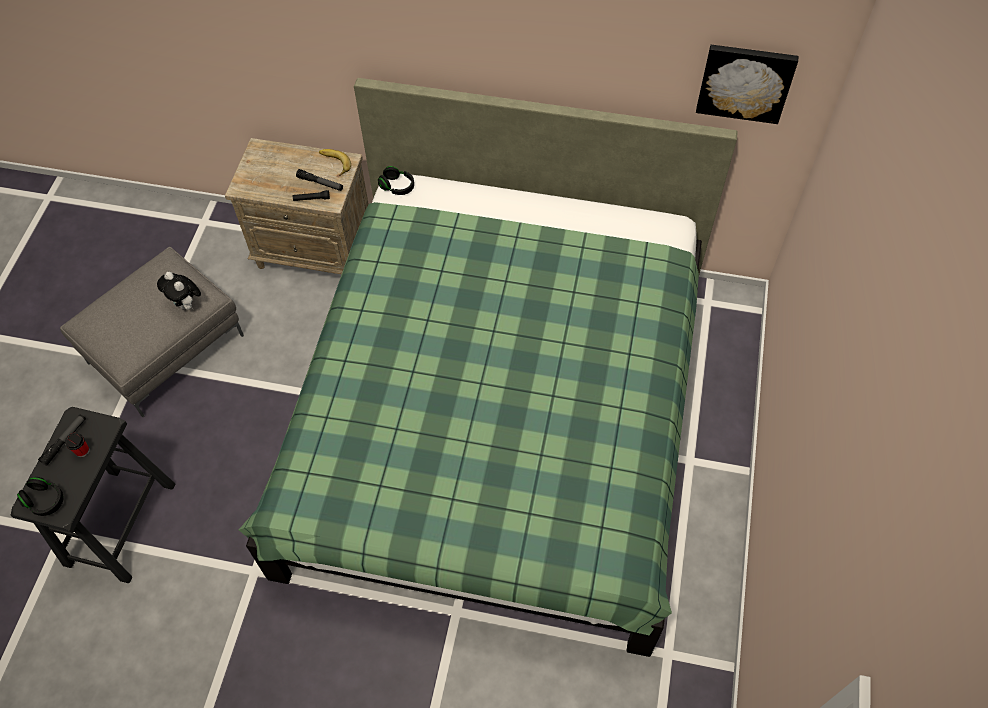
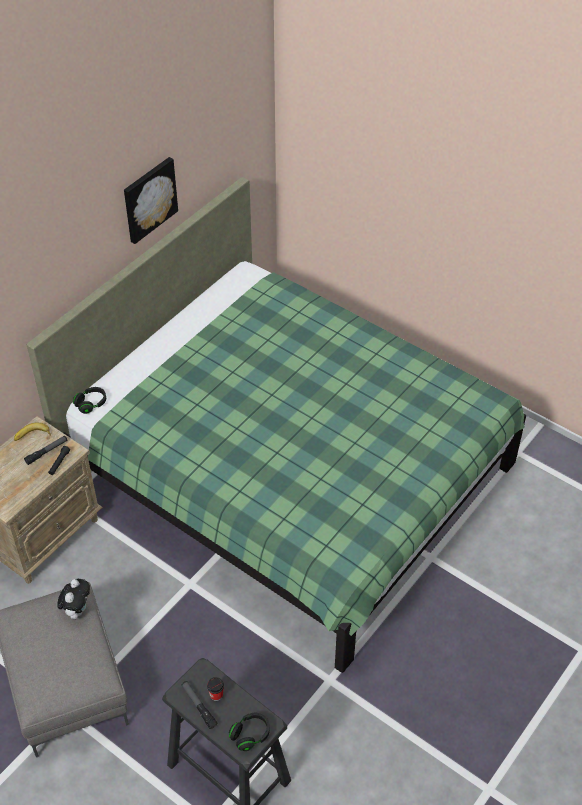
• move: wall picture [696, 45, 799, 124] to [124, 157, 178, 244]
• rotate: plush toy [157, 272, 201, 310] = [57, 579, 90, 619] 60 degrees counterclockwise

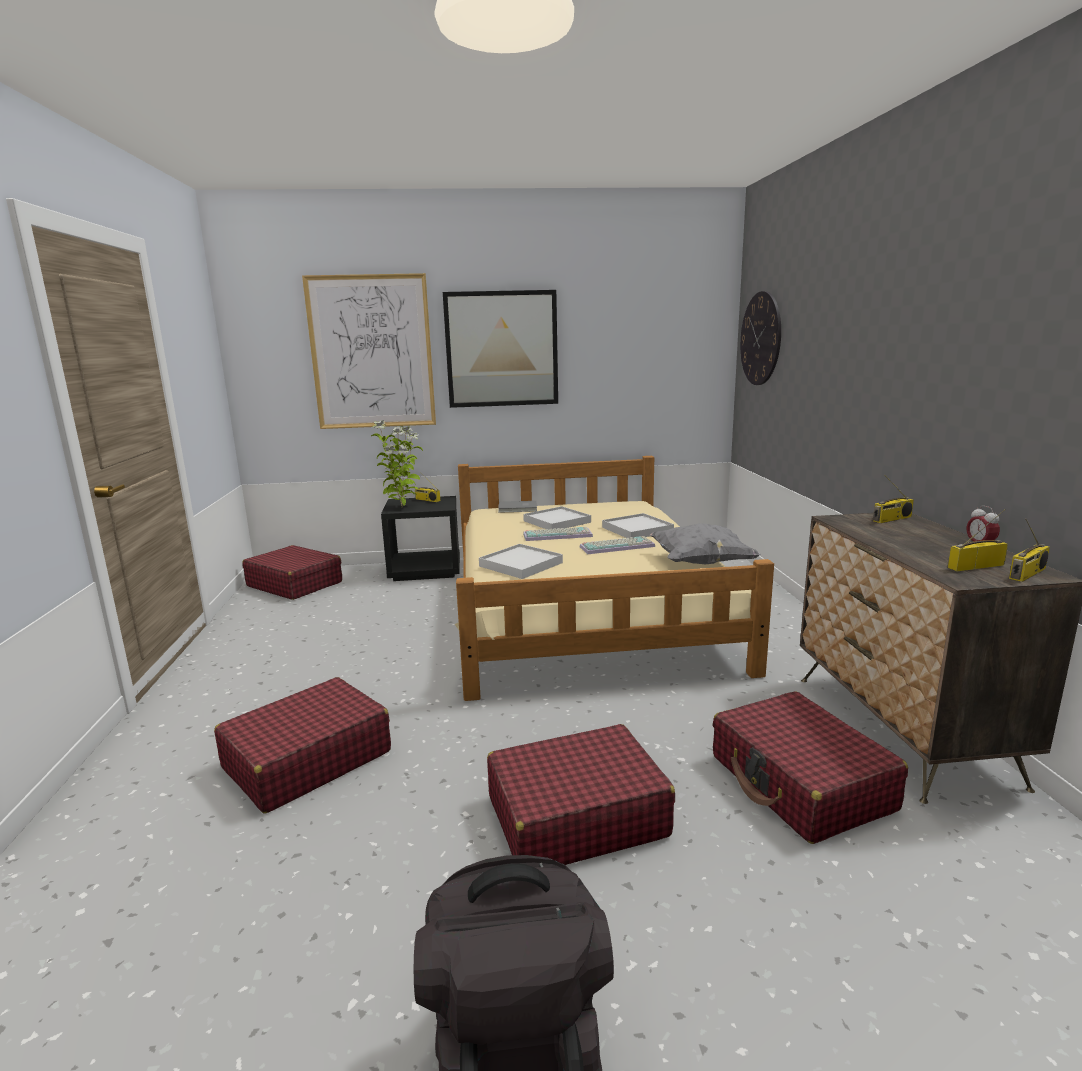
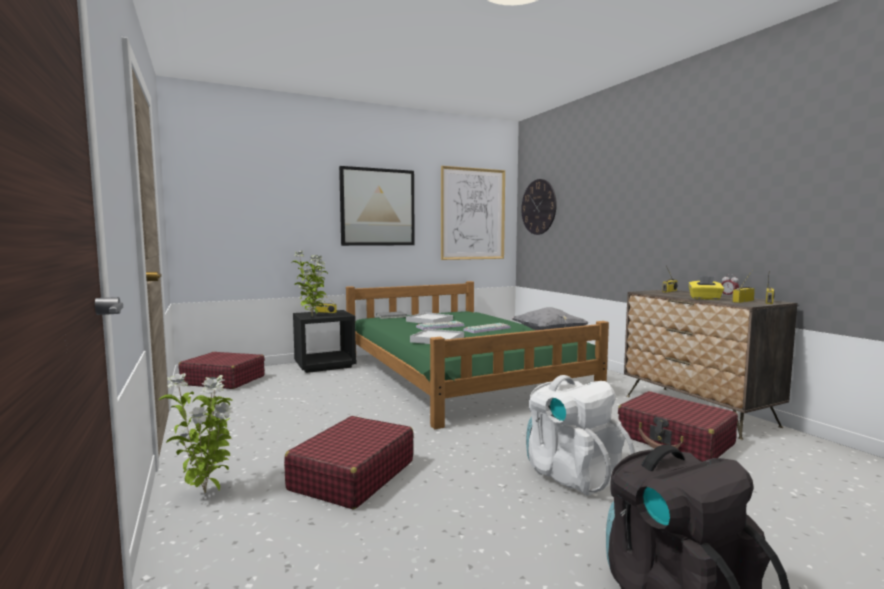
• delete: white carrying tray [602, 513, 674, 538]
• insert: potted plant [159, 373, 233, 493]
• insert: yellowish tissue holder [688, 276, 724, 300]
• move: wall picture [302, 273, 436, 429] to [441, 166, 505, 260]
• replace: reddish suitcase [487, 724, 675, 865] to white backpack [526, 375, 635, 496]
• recolor: beige sleeping bed [455, 456, 774, 701] to greenish sleeping bed [346, 281, 609, 429]

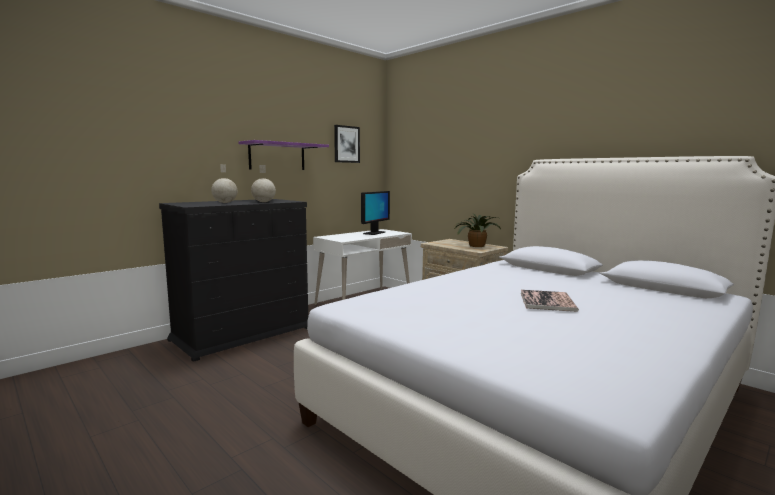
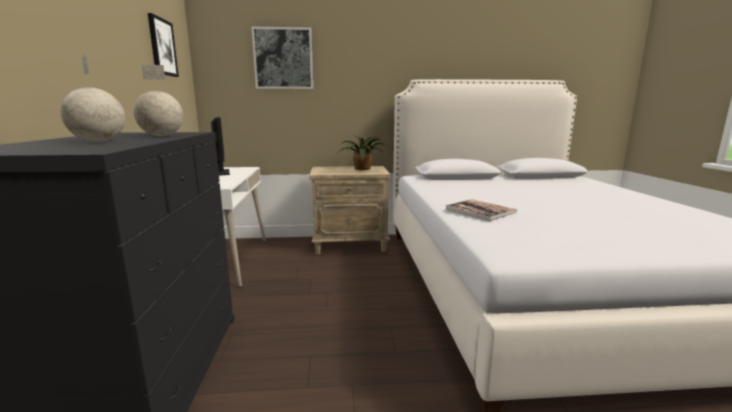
• delete: purplish bracket shelf [238, 140, 329, 170]
• insert: wall picture [251, 27, 313, 89]
• move: bound book [521, 290, 579, 312] to [446, 199, 517, 221]

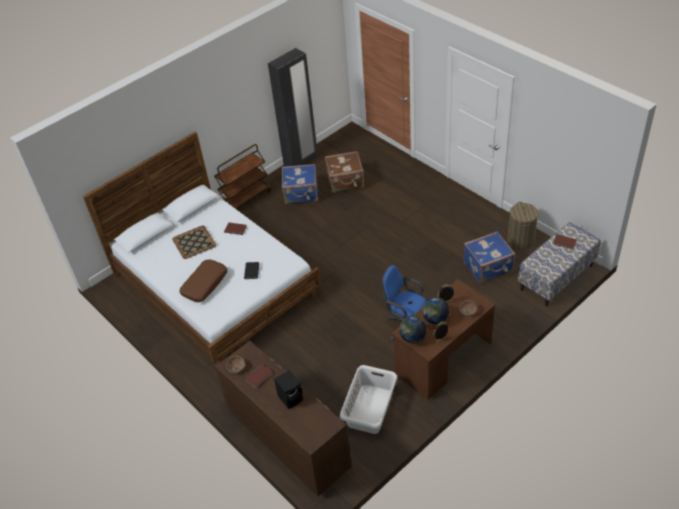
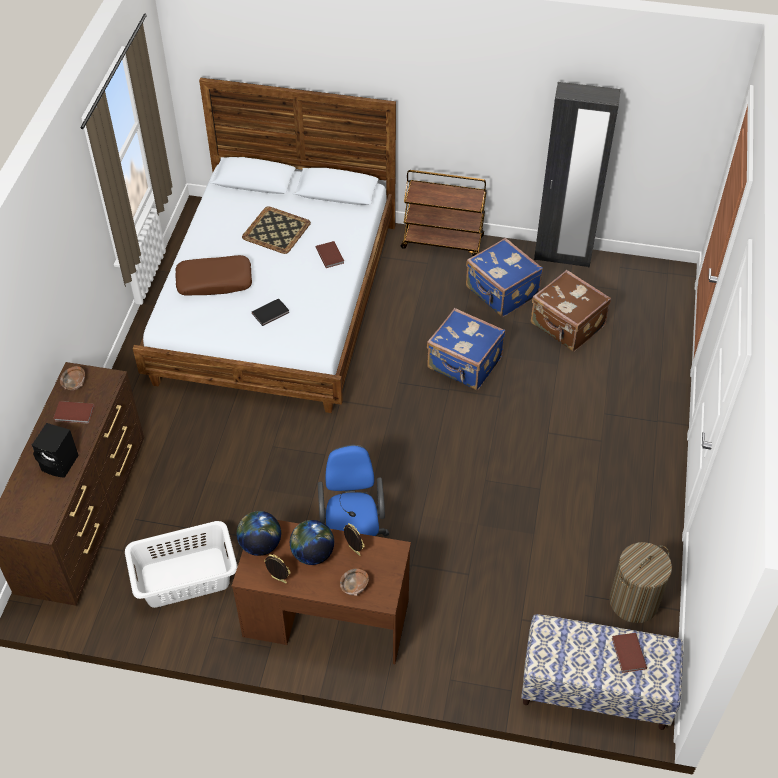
• move: blue-coloured suitcase [464, 231, 515, 283] to [427, 308, 506, 390]

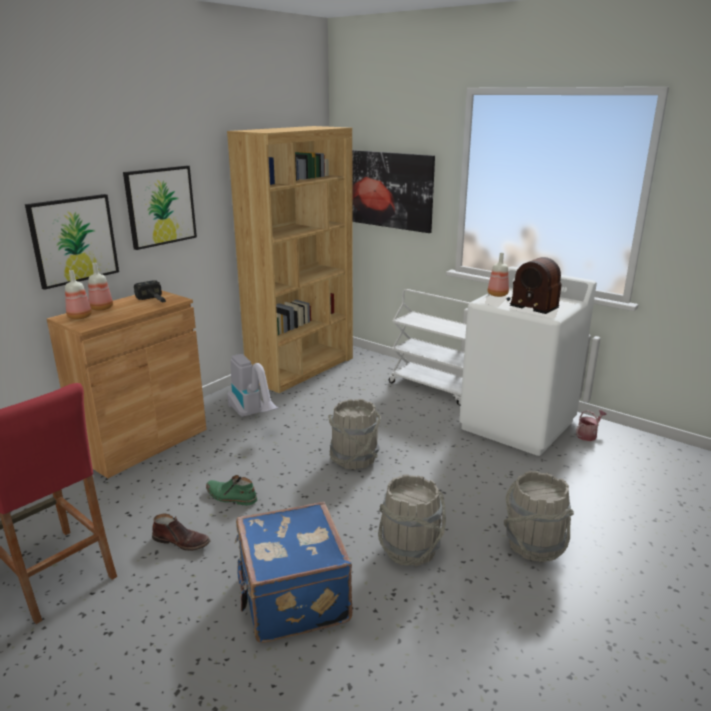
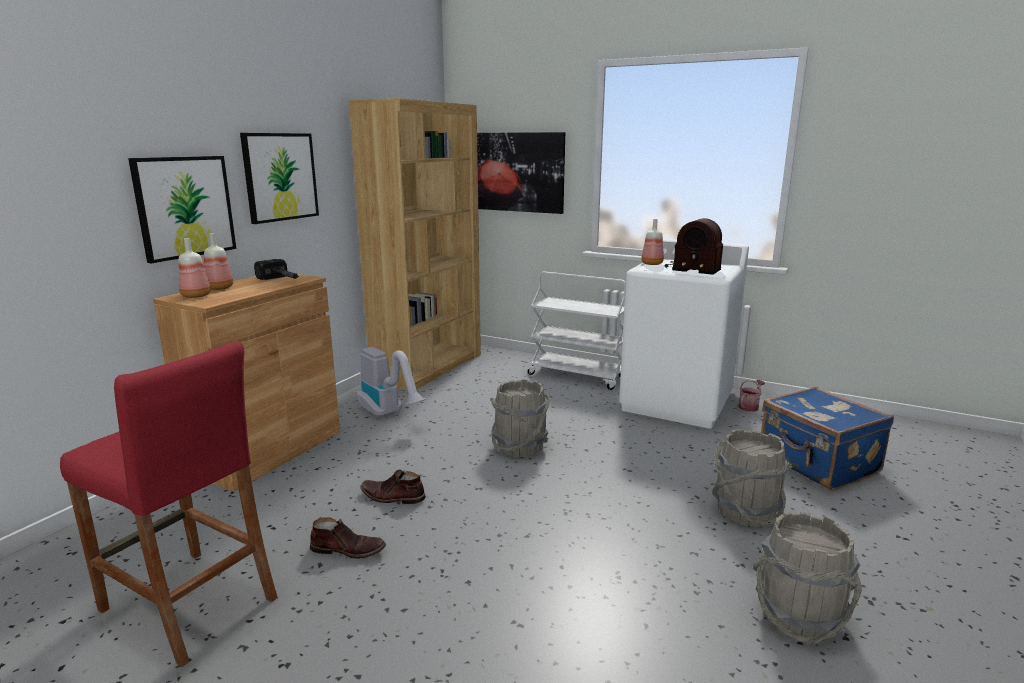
• move: blue-coloured suitcase [235, 502, 353, 643] to [761, 387, 894, 491]
• move: grey bucket [378, 474, 446, 566] to [753, 512, 862, 644]
• recolor: greenish tall boot [206, 475, 257, 505] to brownish tall boot [361, 469, 426, 504]

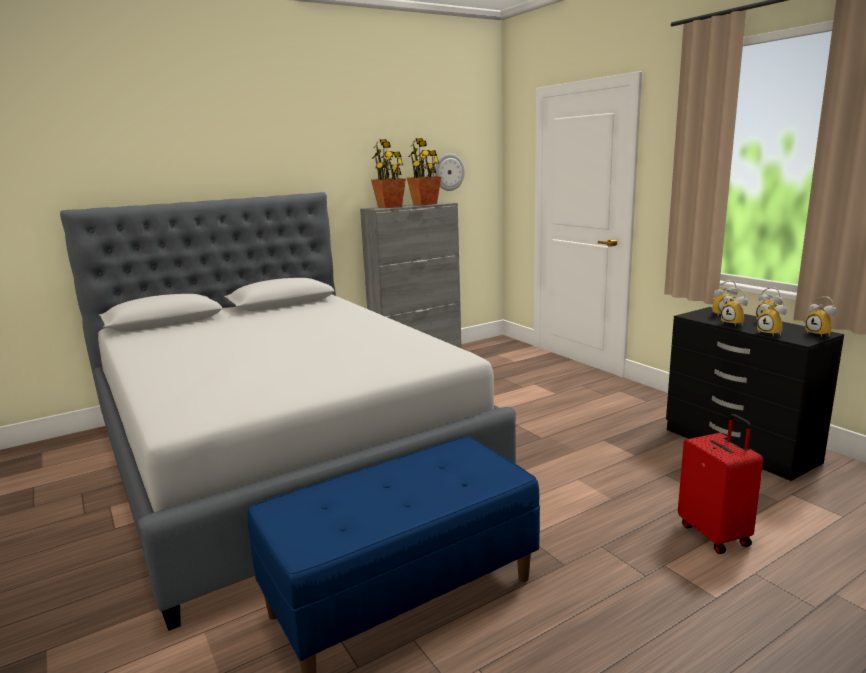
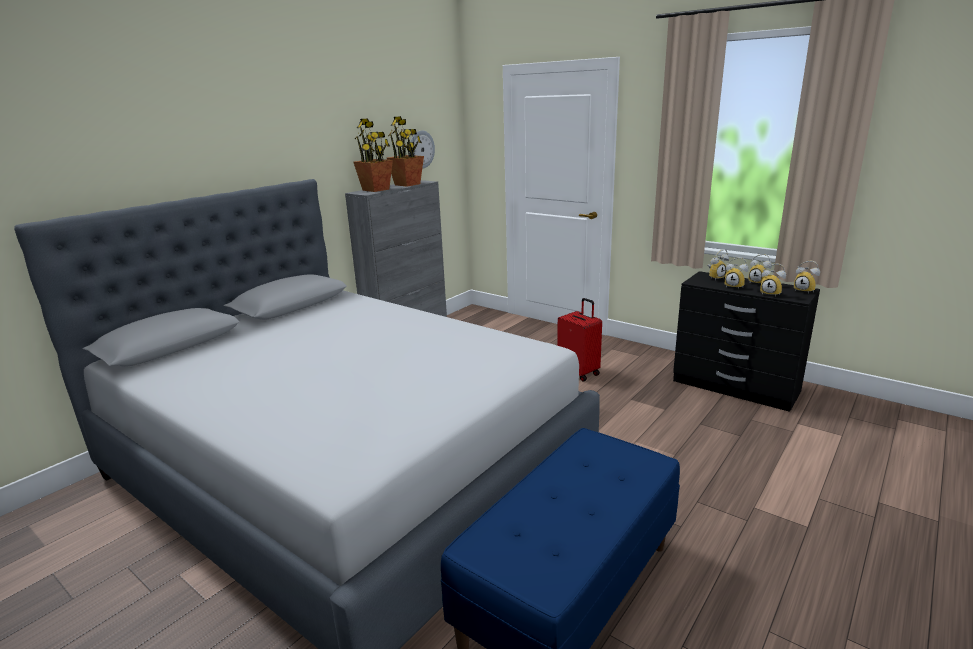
• move: reddish suitcase [678, 414, 763, 554] to [557, 298, 602, 381]

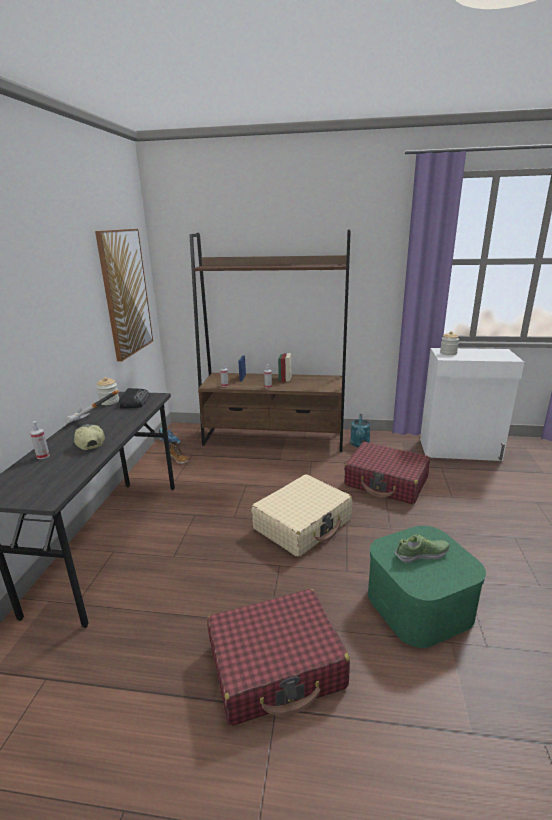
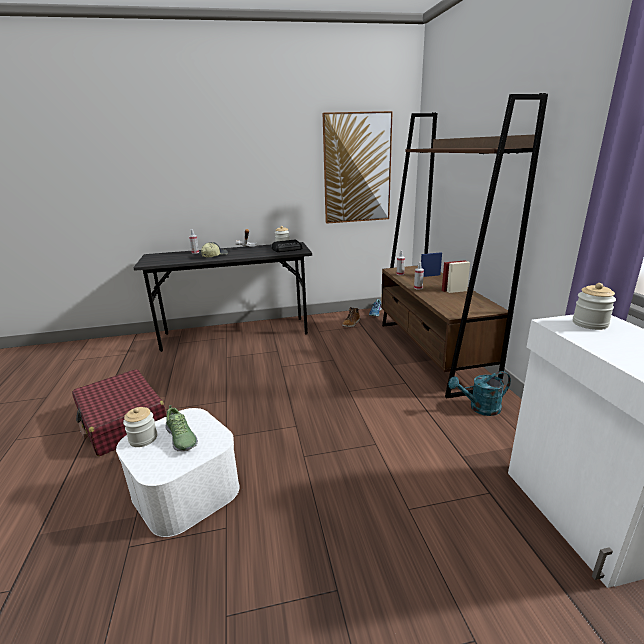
• delete: beige suitcase [252, 474, 352, 557]
• delete: reddish suitcase [344, 442, 430, 504]
• insert: storage jar [123, 407, 157, 447]
• recolor: greenish storage box [368, 526, 486, 648] to white storage box [116, 408, 240, 537]

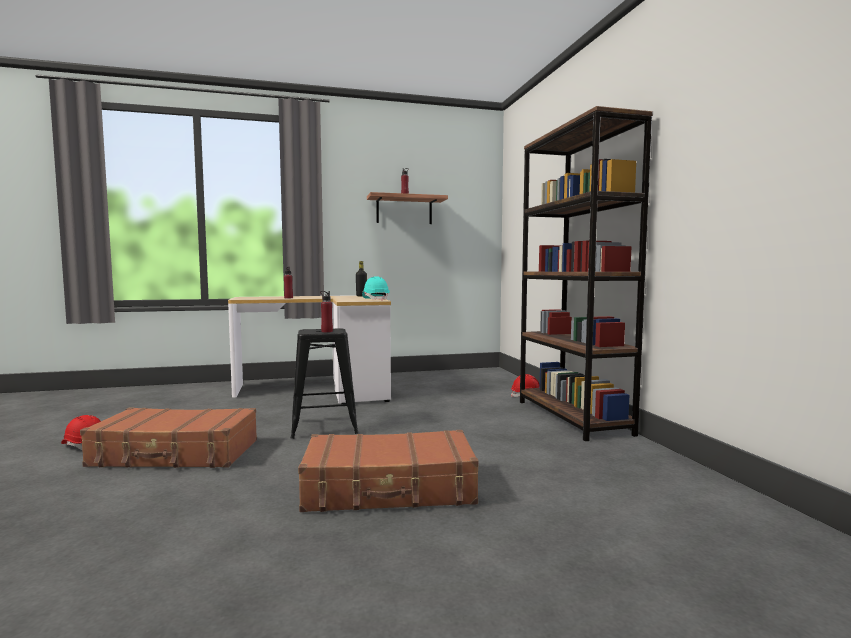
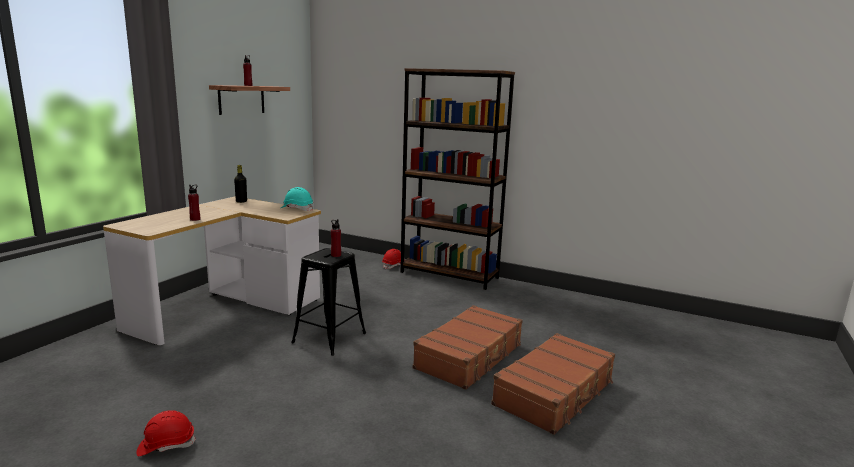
• move: brownish suitcase [80, 408, 257, 468] to [491, 333, 615, 435]

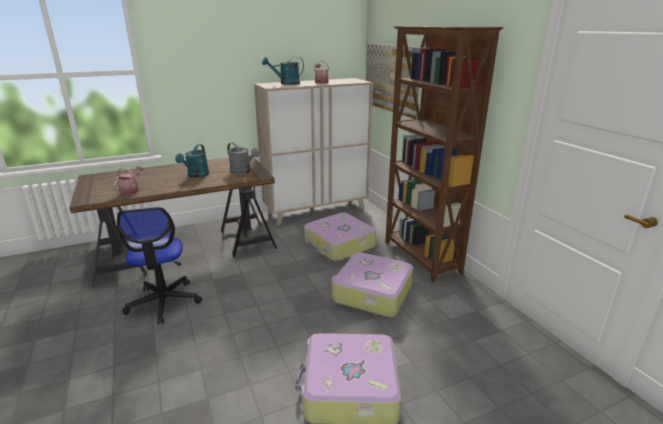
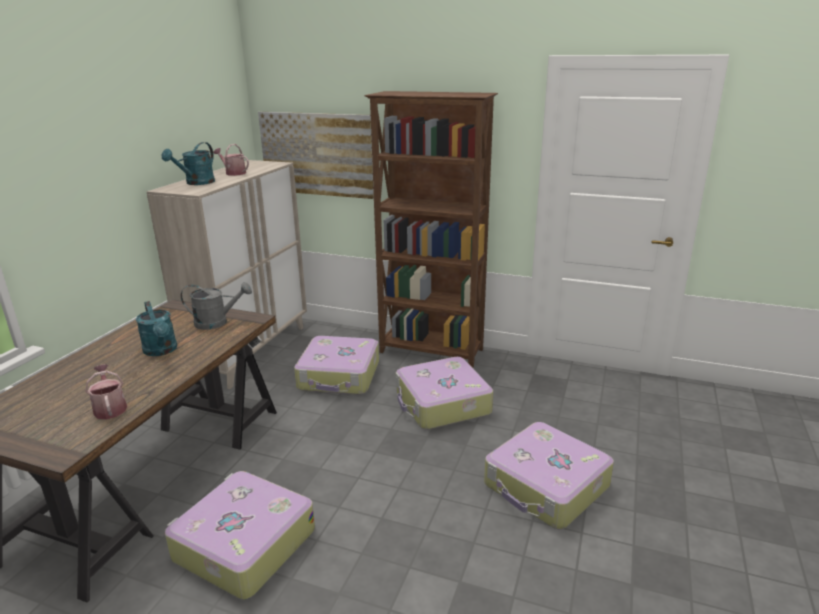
• replace: desk chair [117, 207, 202, 324] to suitcase [165, 471, 315, 600]

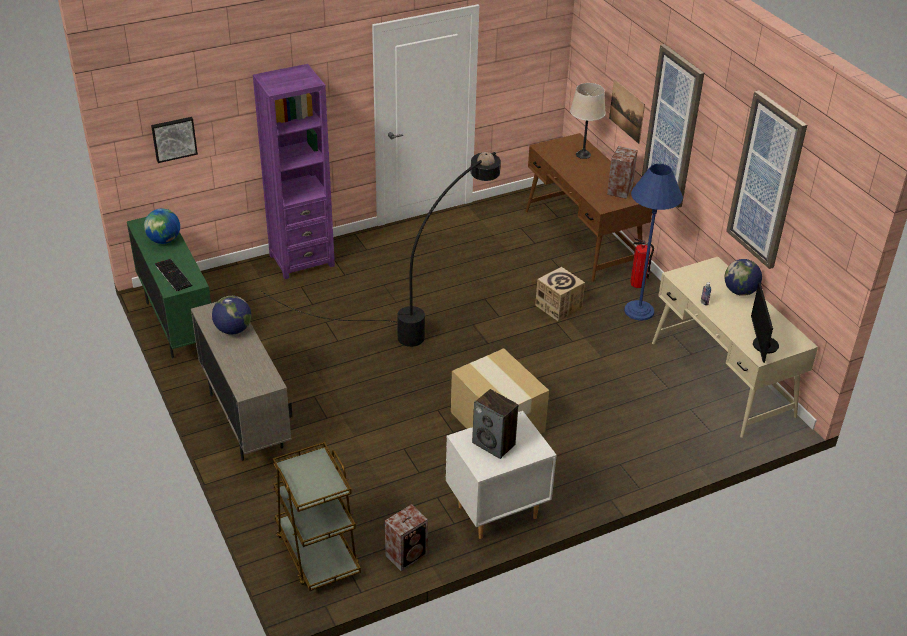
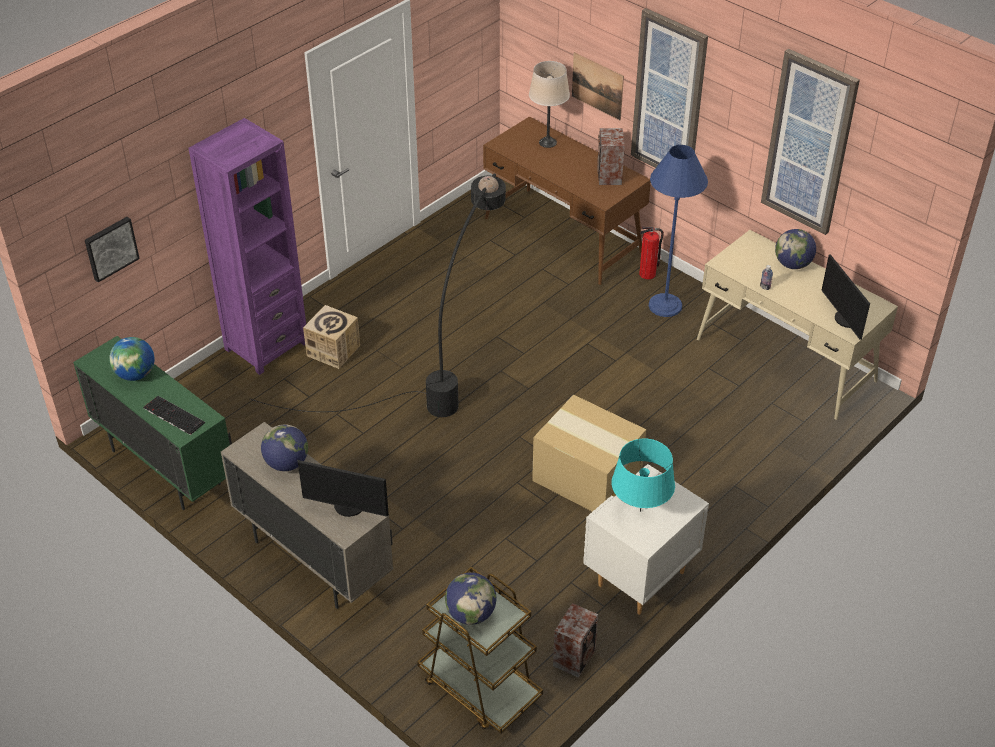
• insert: monitor [297, 460, 389, 517]
• insert: globe [445, 572, 497, 625]
• move: packing box [535, 267, 585, 322] to [303, 305, 360, 369]
• replace: loudspeaker [472, 389, 518, 459] to blue-green lamp for a table [612, 438, 675, 512]

